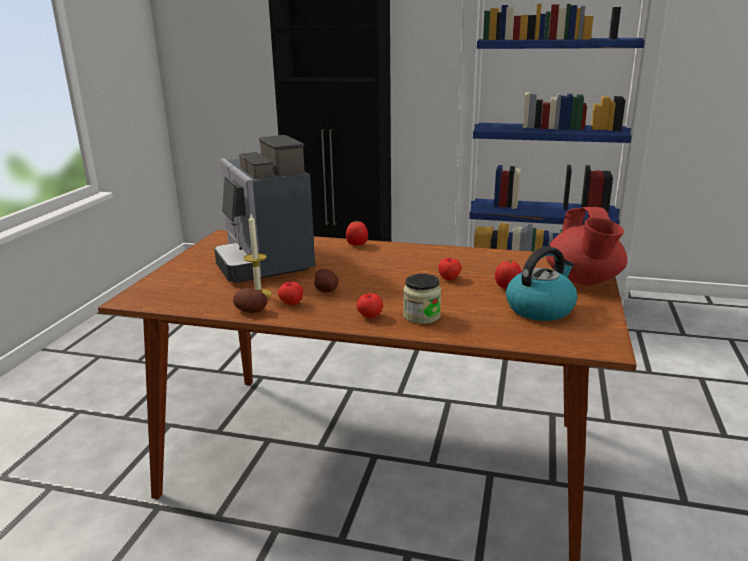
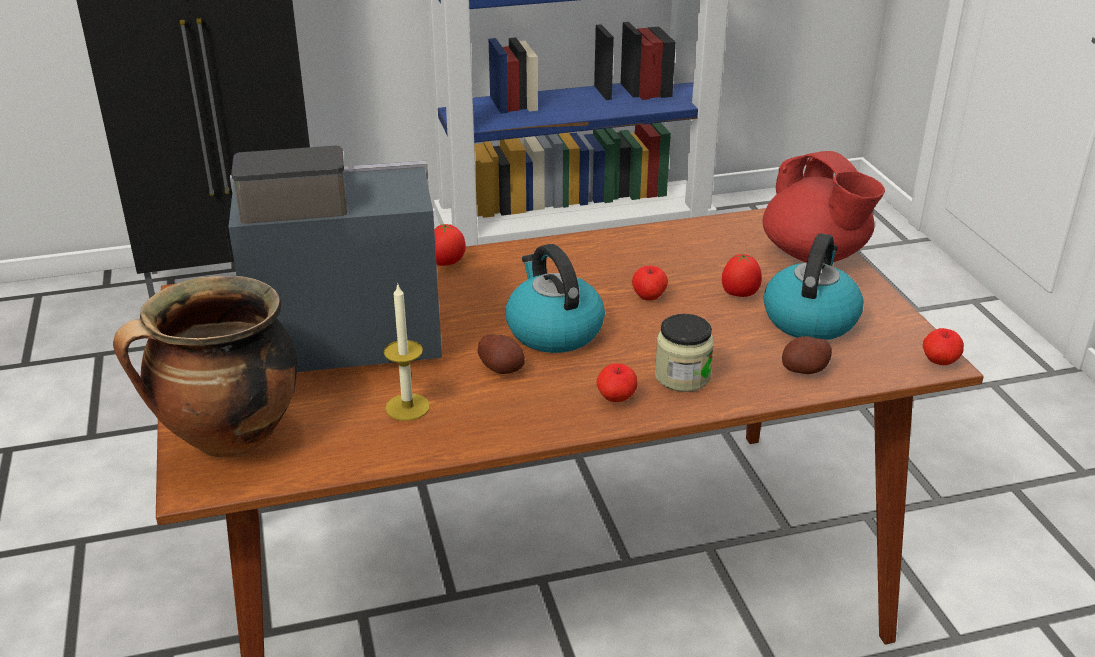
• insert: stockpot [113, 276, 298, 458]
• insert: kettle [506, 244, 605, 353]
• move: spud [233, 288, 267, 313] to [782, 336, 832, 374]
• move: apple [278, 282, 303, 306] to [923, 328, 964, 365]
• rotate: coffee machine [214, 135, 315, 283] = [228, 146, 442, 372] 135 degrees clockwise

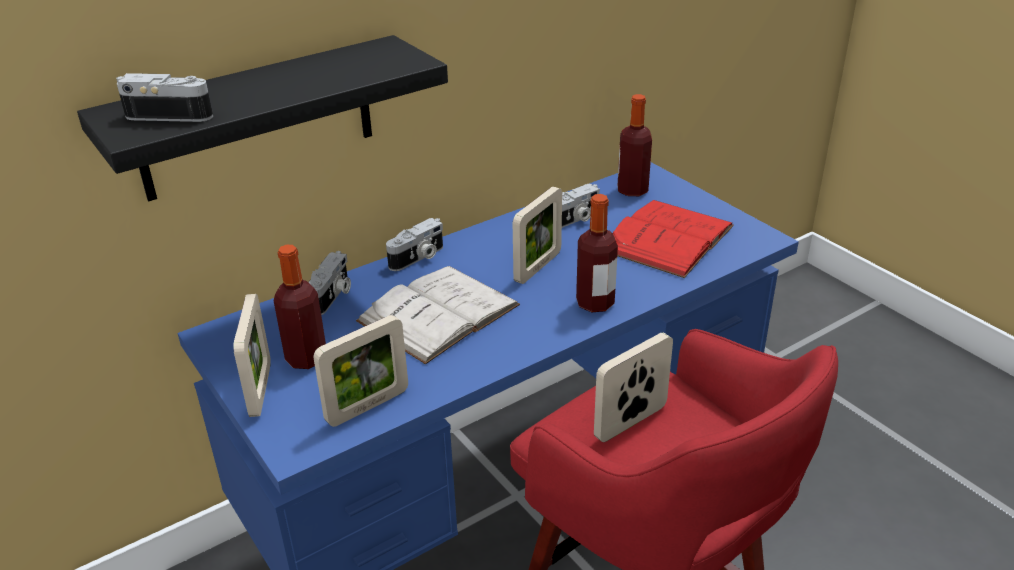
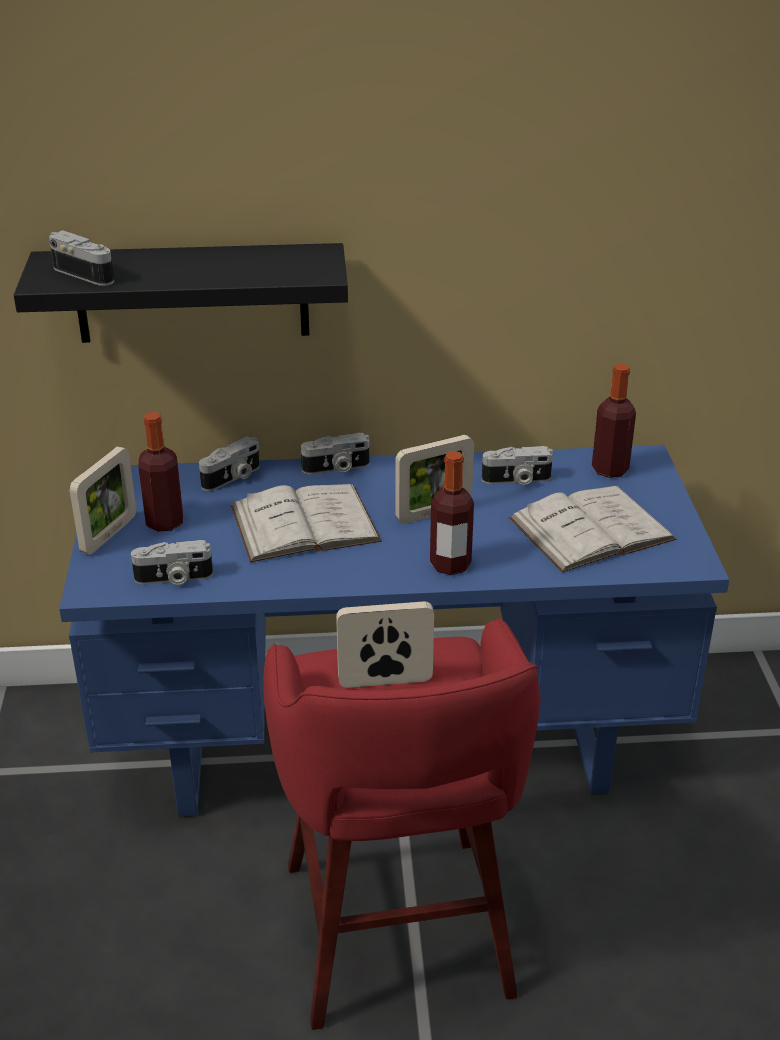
• replace: standing frame [313, 315, 408, 427] to still camera [131, 540, 213, 585]
• recolor: reddish bound book [613, 200, 734, 278] to white bound book [509, 486, 676, 572]

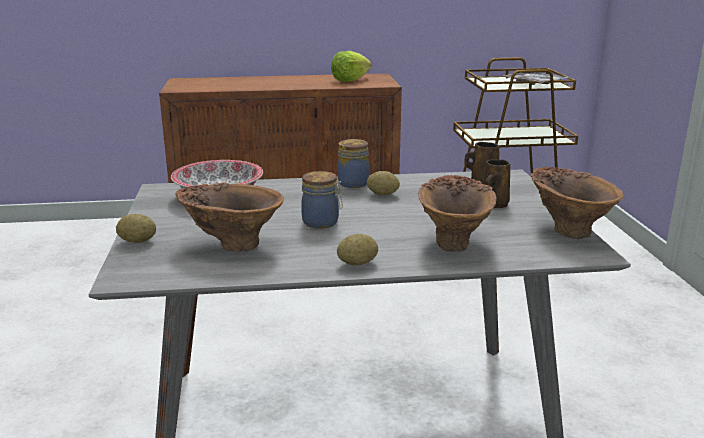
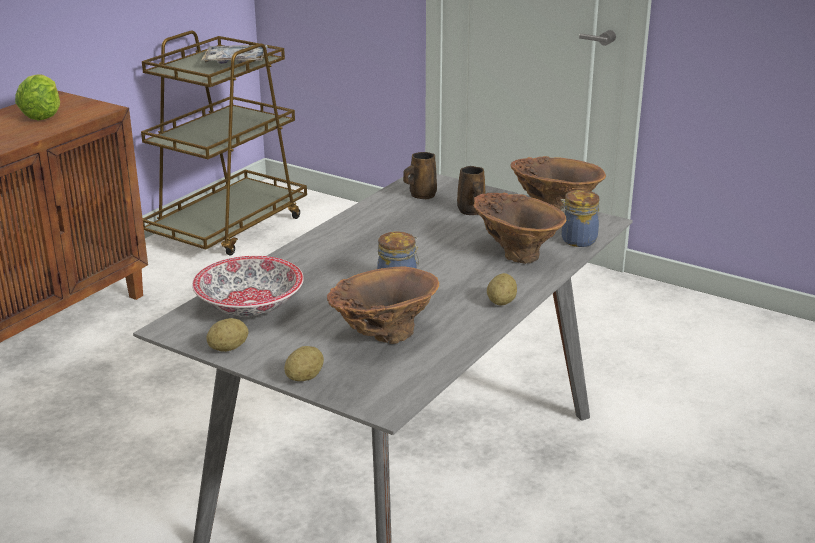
• move: storage jar [337, 139, 369, 188] to [560, 190, 600, 247]
• move: spud [367, 171, 400, 195] to [206, 318, 248, 352]

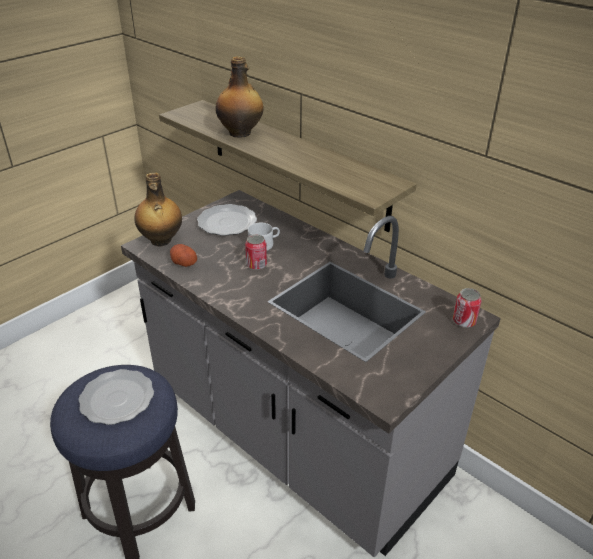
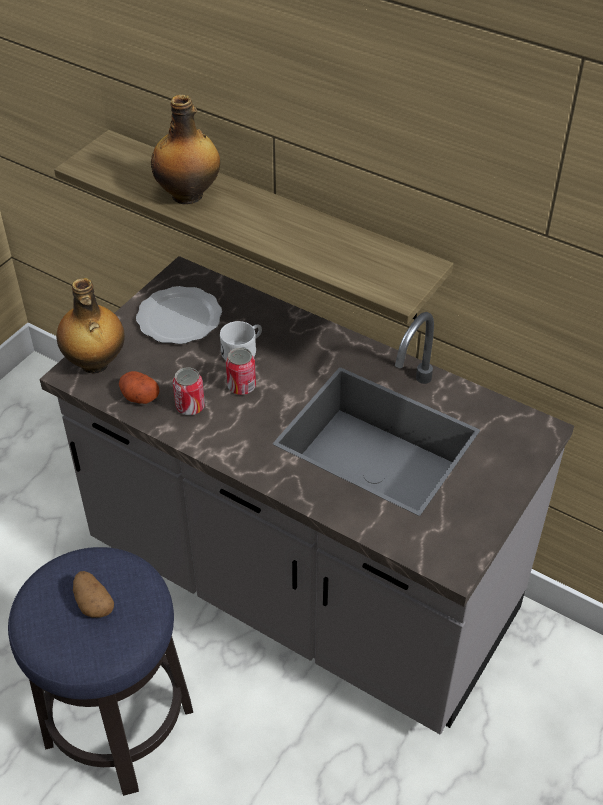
• move: metal can [453, 288, 482, 328] to [173, 367, 205, 416]
• replace: flat dish [79, 369, 154, 425] to spud [73, 571, 114, 618]

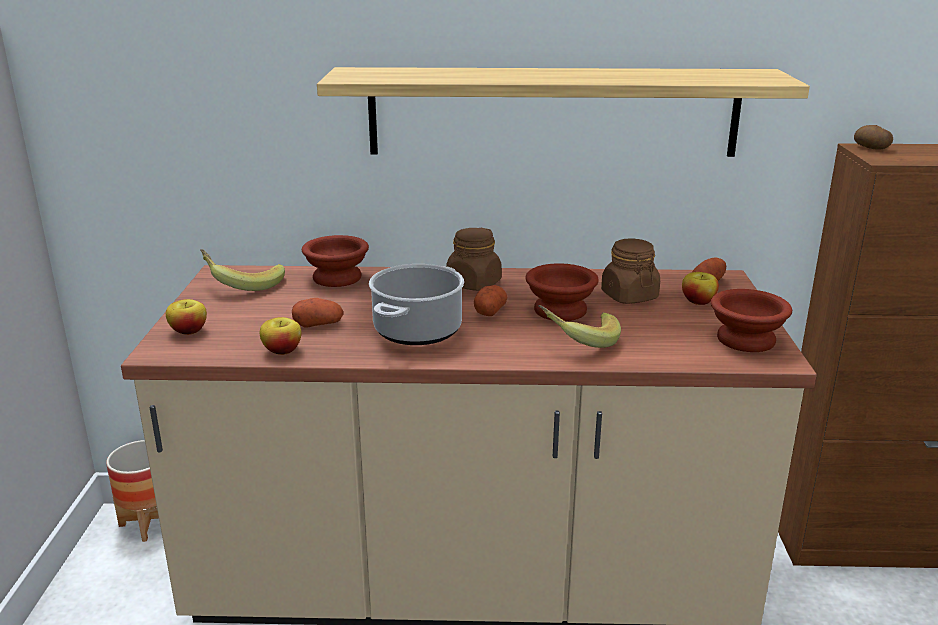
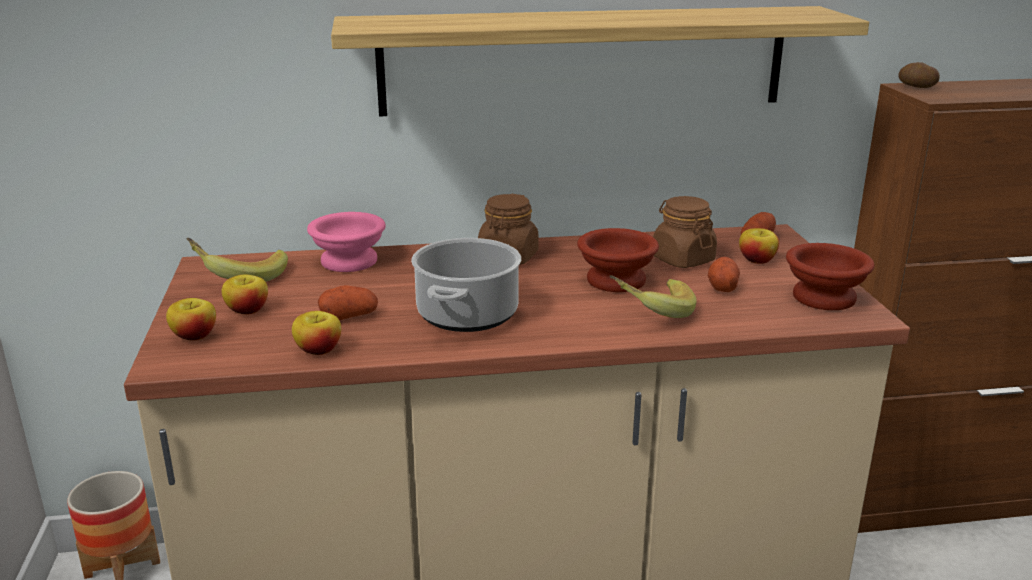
• insert: apple [222, 275, 268, 315]
• move: spud [474, 285, 507, 316] to [708, 257, 740, 292]
• recolor: brownish bowl [302, 235, 369, 287] to pink-coloured bowl [307, 212, 386, 272]

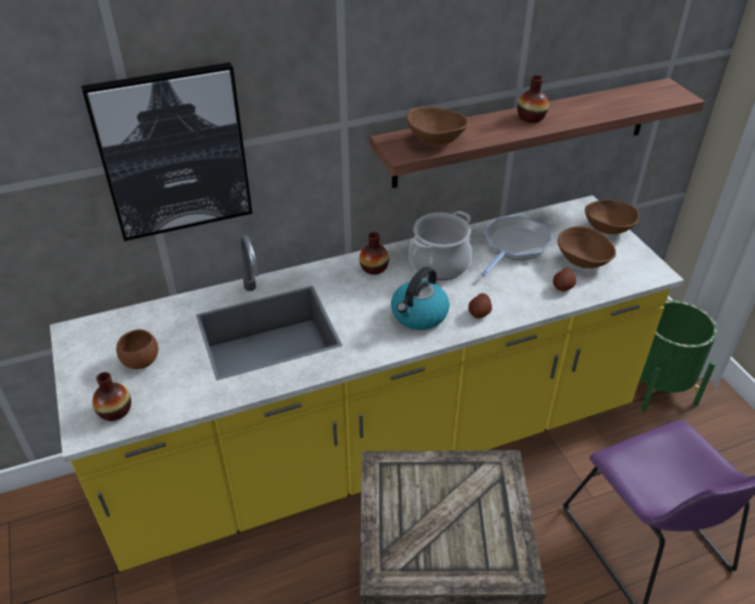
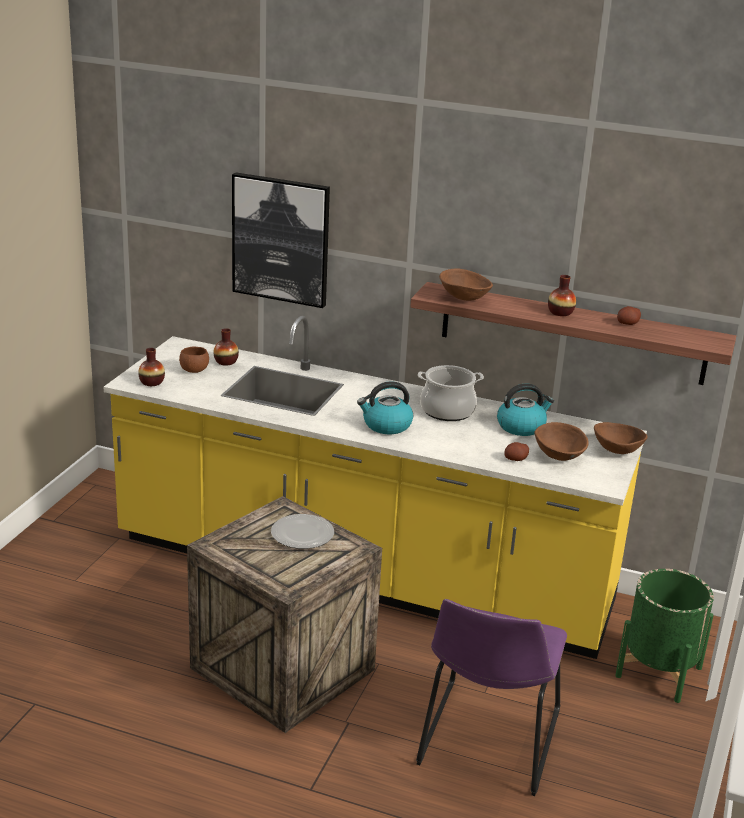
• insert: flat dish [271, 514, 334, 549]
• move: flower vase [359, 232, 389, 275] to [214, 328, 239, 366]
• move: spud [468, 293, 492, 318] to [617, 306, 641, 325]
• replace: frying pan [481, 216, 553, 276] to kettle [497, 384, 554, 436]

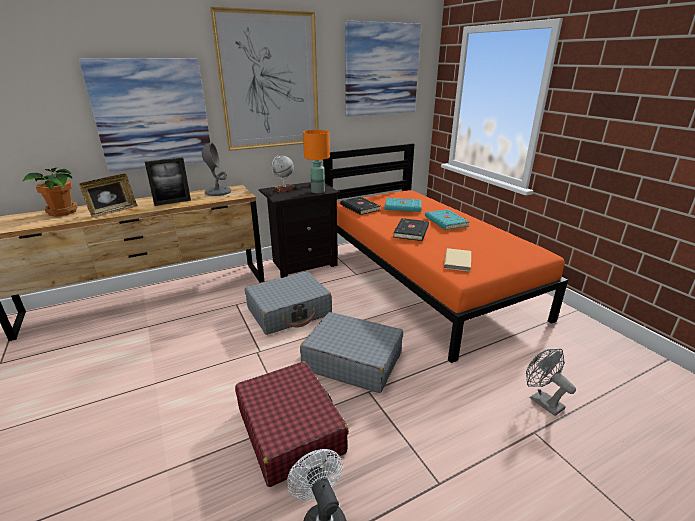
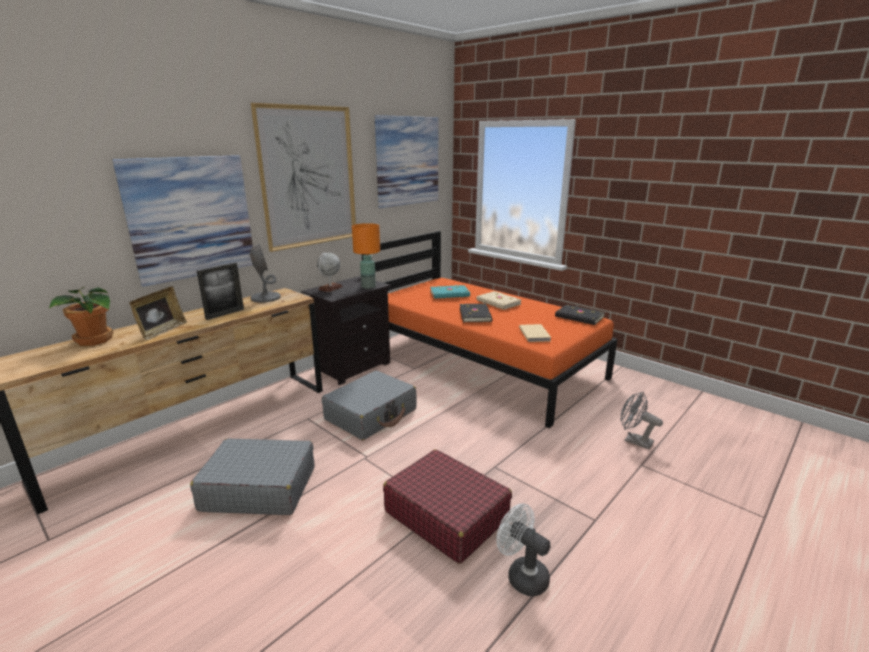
• move: grey suitcase [300, 312, 403, 393] to [190, 439, 315, 515]
• move: black bound book [340, 197, 380, 215] to [555, 305, 605, 325]
• recolor: blue-green bound book [425, 209, 469, 230] to beige bound book [476, 291, 521, 310]

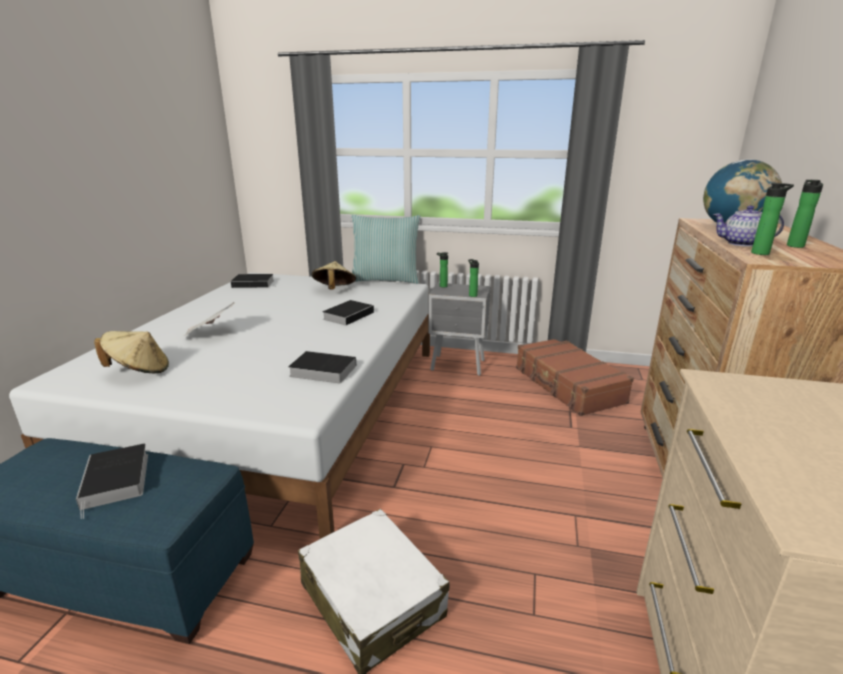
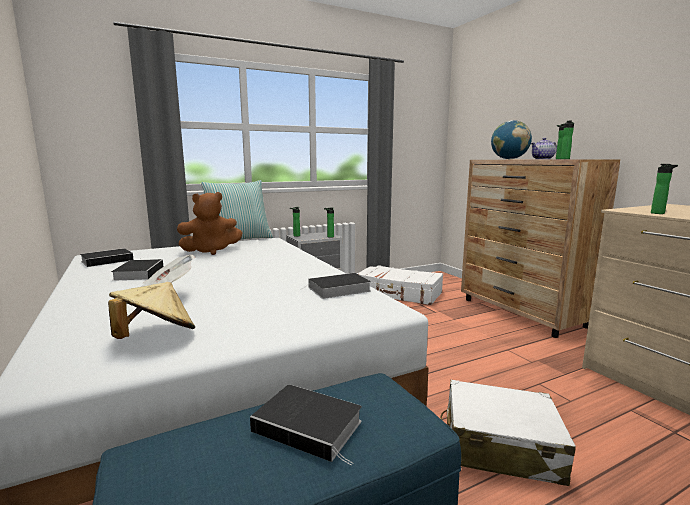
• insert: beverage bottle [651, 164, 678, 214]
• move: bound book [322, 300, 377, 325] to [111, 259, 163, 281]
• replace: beige hat [312, 261, 356, 290] to brownish plush toy [177, 192, 243, 255]
• recolor: brownish suitcase [516, 339, 634, 416] to white suitcase [356, 265, 443, 305]

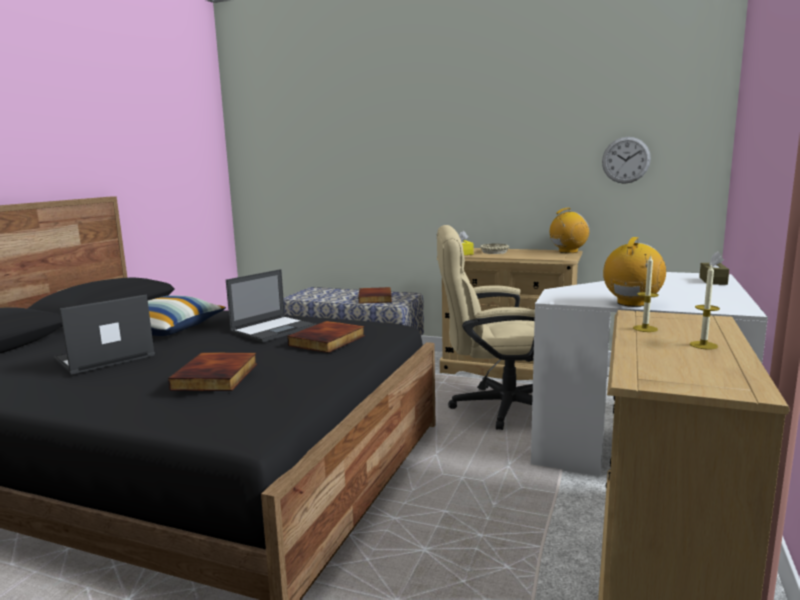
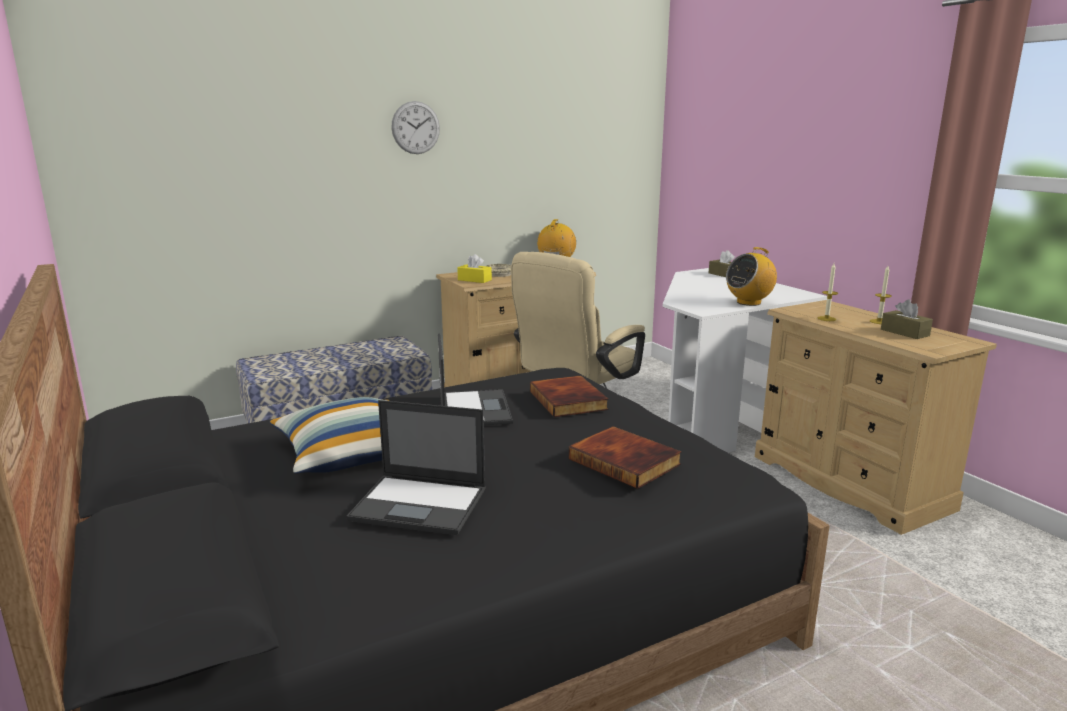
• delete: bound book [358, 287, 392, 304]
• insert: brownish tissue holder [881, 300, 933, 339]
• move: wall clock [602, 137, 651, 184] to [391, 101, 440, 154]
• rotate: portable computer [54, 294, 155, 375] = [346, 400, 486, 535] 75 degrees counterclockwise
• rotate: radio receiver [603, 237, 666, 307] = [726, 247, 777, 306] 105 degrees counterclockwise

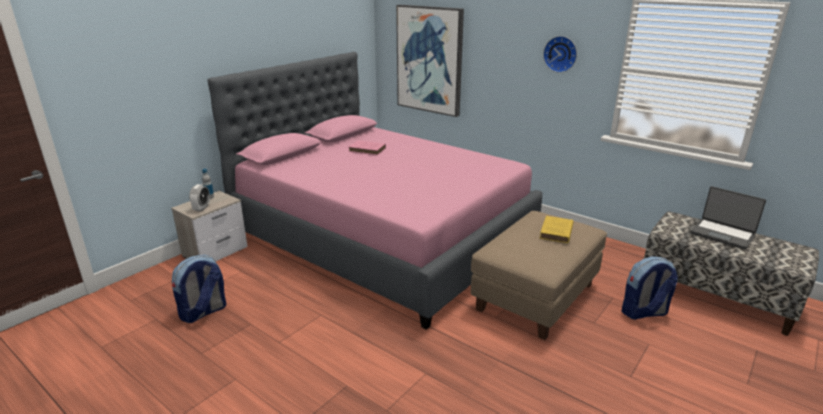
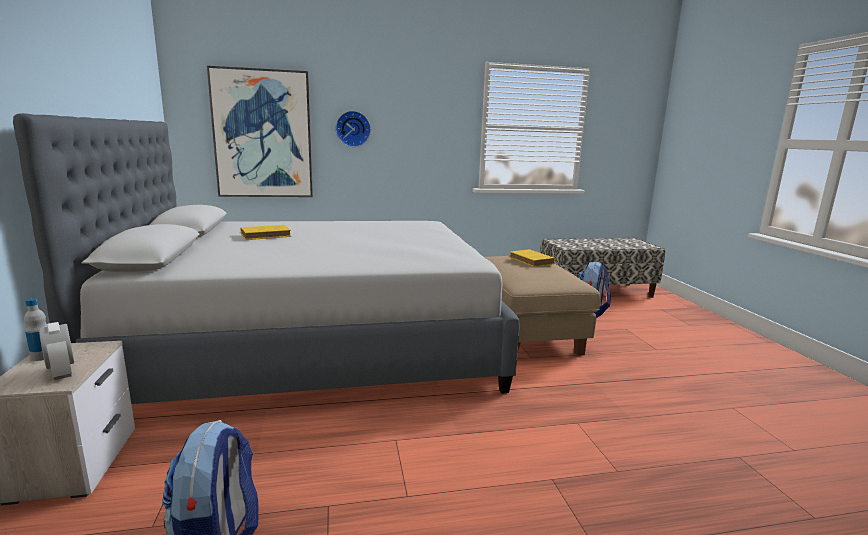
• delete: portable computer [691, 186, 766, 250]
• move: wall clock [543, 36, 577, 73] to [335, 111, 371, 147]
• recolor: pink-coloured sleeping bed [208, 52, 542, 330] to grey sleeping bed [13, 113, 519, 404]
• recolor: pink-coloured bound book [349, 140, 386, 155] to yellowish bound book [241, 225, 291, 240]

